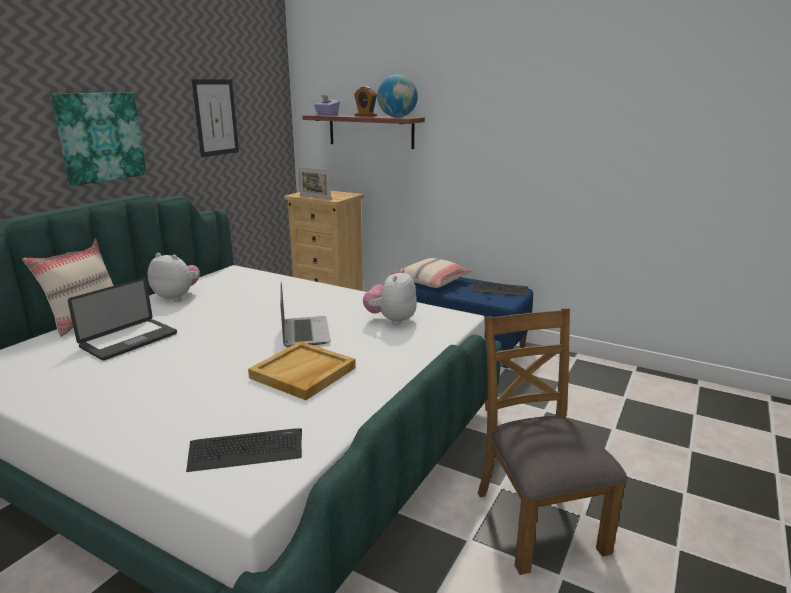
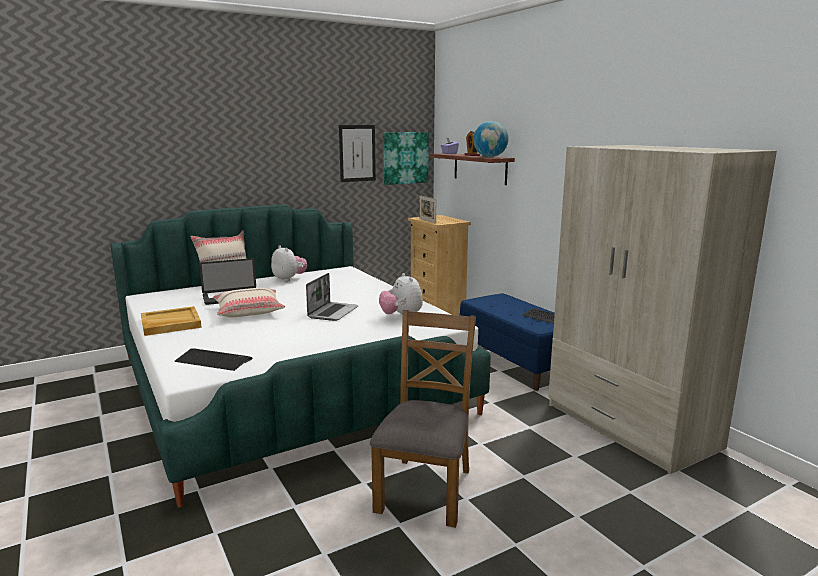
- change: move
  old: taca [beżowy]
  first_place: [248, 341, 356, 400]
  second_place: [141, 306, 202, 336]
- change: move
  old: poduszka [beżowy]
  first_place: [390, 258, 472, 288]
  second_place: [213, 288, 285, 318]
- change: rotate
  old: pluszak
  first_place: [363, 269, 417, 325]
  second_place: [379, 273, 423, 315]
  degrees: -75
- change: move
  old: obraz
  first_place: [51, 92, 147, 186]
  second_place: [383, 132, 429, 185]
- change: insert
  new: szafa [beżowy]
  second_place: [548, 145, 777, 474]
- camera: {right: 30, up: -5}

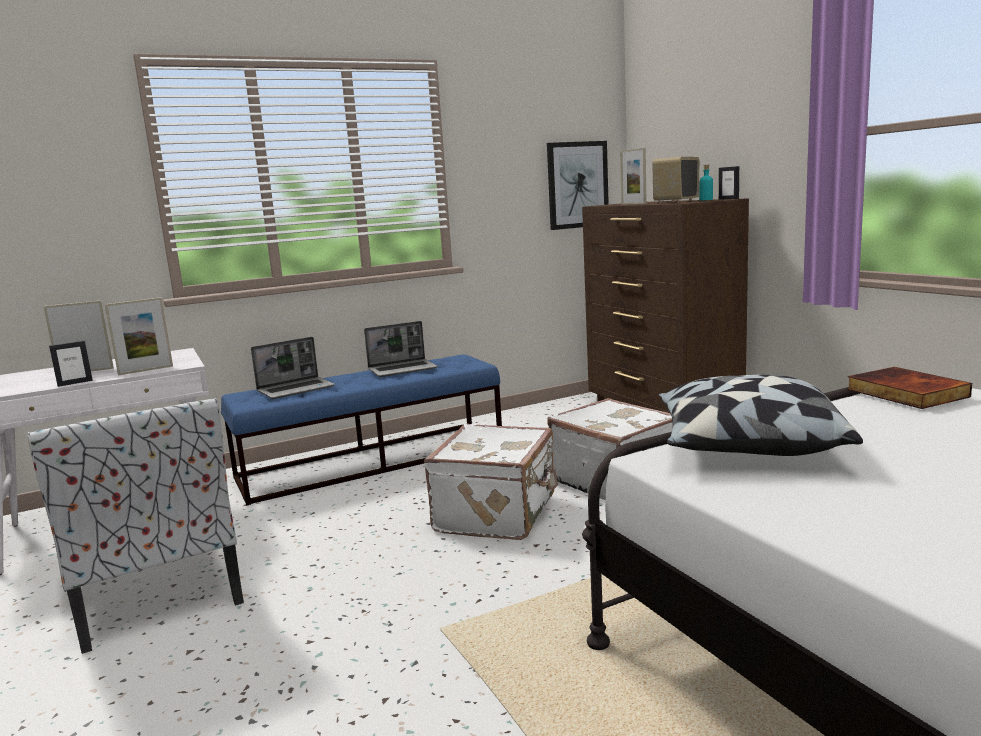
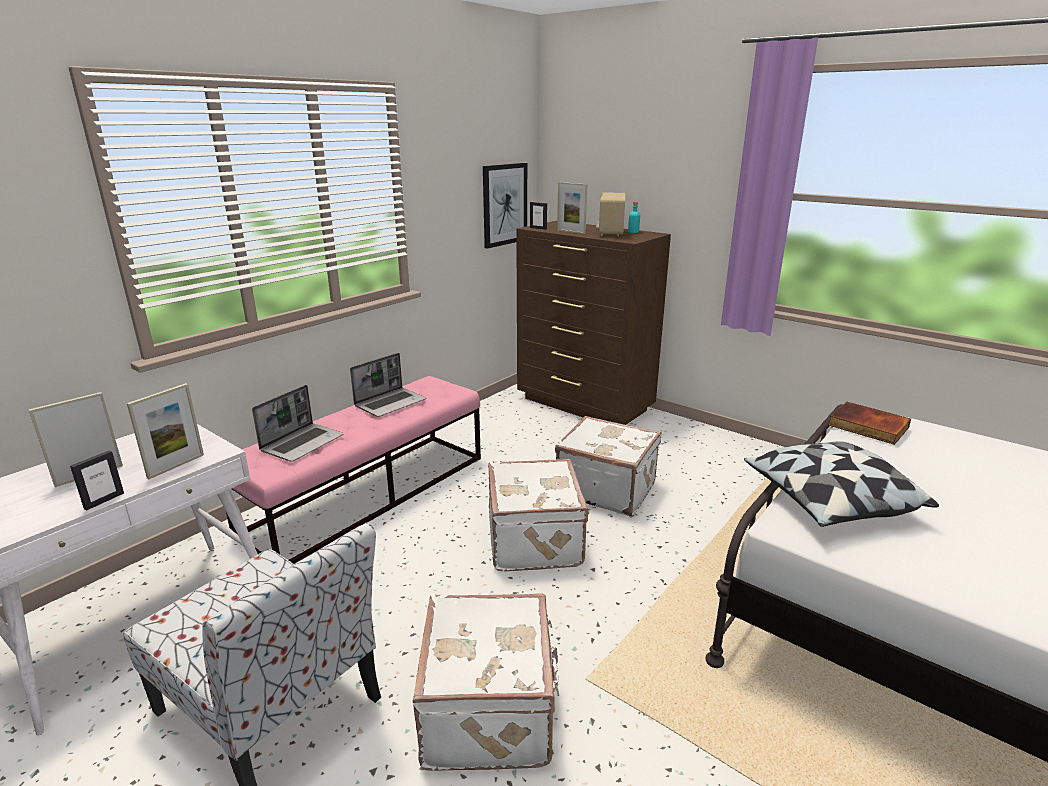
- change: recolor
  old: ławka [niebieski]
  new: ławka [różowy]
  first_place: [221, 354, 502, 505]
  second_place: [226, 376, 481, 564]
- change: insert
  new: walizka [biały]
  second_place: [413, 593, 559, 771]
- change: move
  old: ramka na zdjęcie
  first_place: [719, 166, 739, 200]
  second_place: [530, 202, 547, 230]
- camera: {right: -25, up: 10}

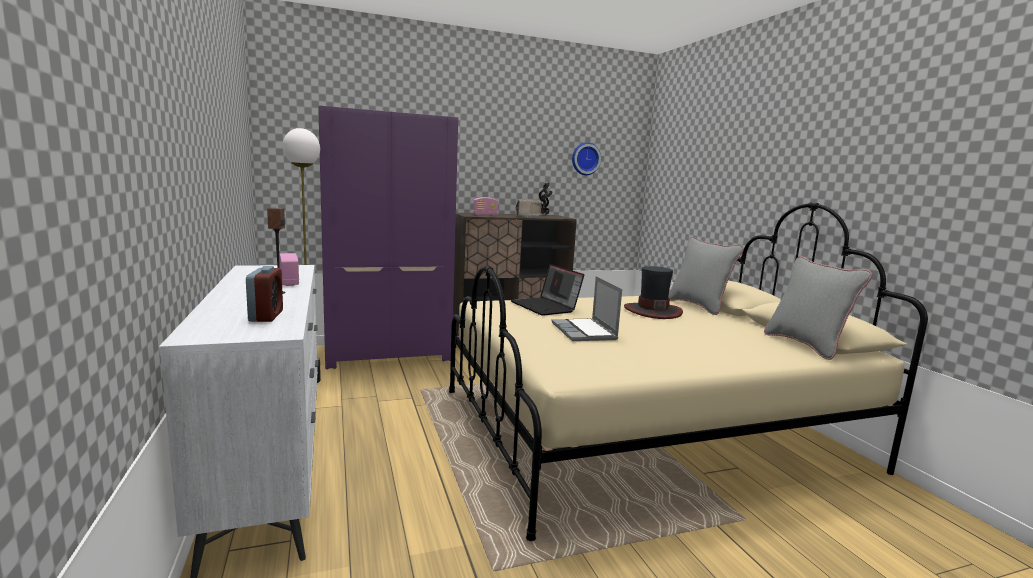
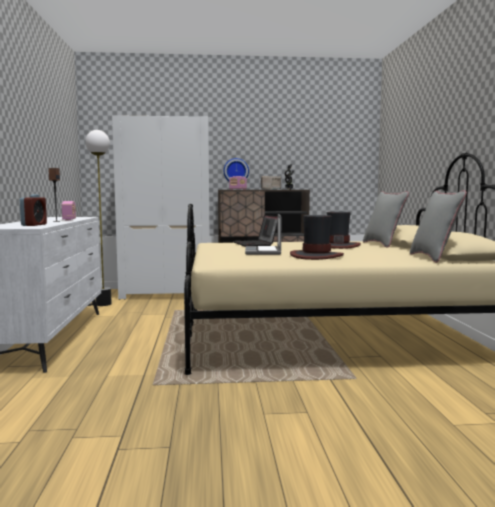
- change: recolor
  old: szafa [fioletowy]
  new: szafa [biały]
  first_place: [318, 105, 458, 369]
  second_place: [112, 115, 210, 300]
- change: move
  old: zegar ścienny
  first_place: [572, 142, 601, 175]
  second_place: [224, 158, 249, 181]
- change: insert
  new: kapelusz
  second_place: [290, 215, 344, 260]
- camera: {right: 15, up: -5}

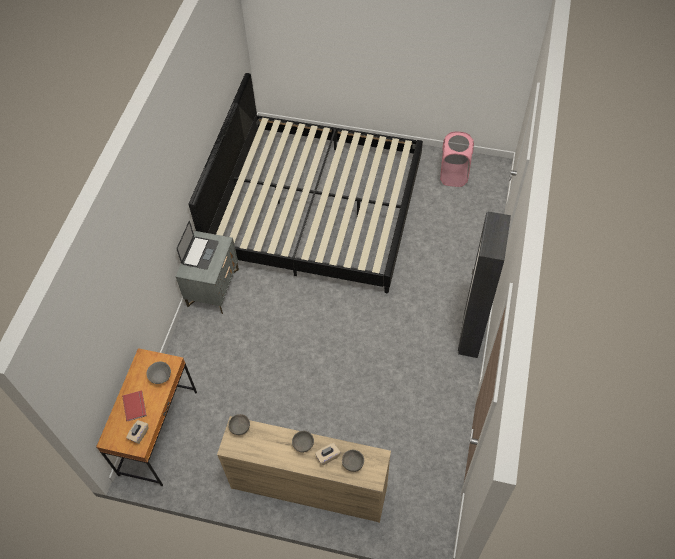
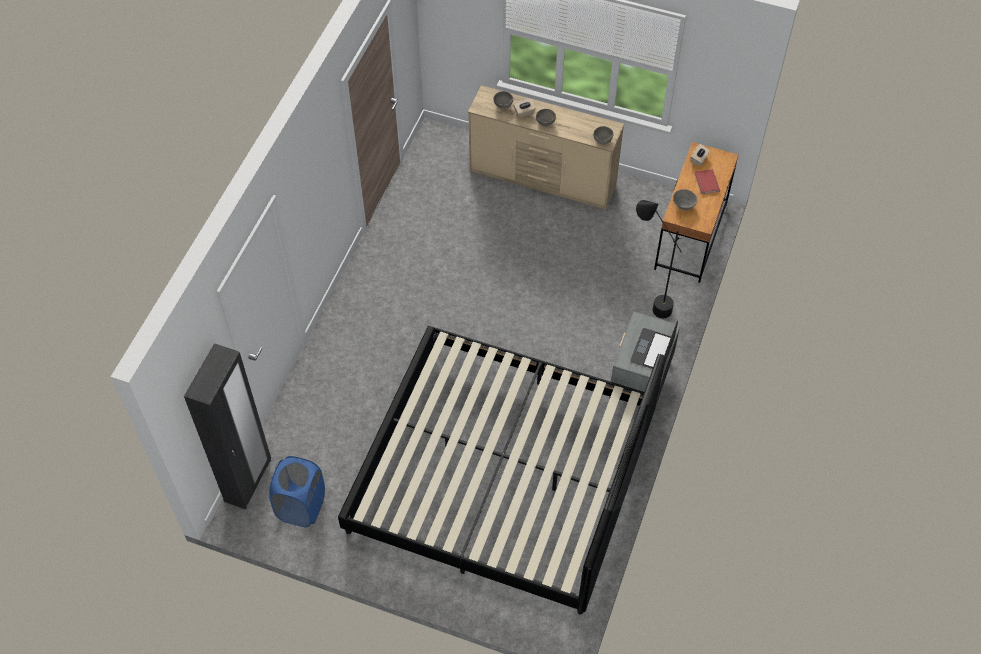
- change: move
  old: szafa [czarny]
  first_place: [458, 212, 511, 358]
  second_place: [184, 343, 271, 509]
- change: recolor
  old: kosz na pranie [różowy]
  new: kosz na pranie [niebieski]
  first_place: [440, 131, 474, 187]
  second_place: [269, 456, 325, 527]
- change: insert
  new: lampa stojąca [czarny]
  second_place: [636, 200, 681, 318]
- camera: {right: -175, up: 0}

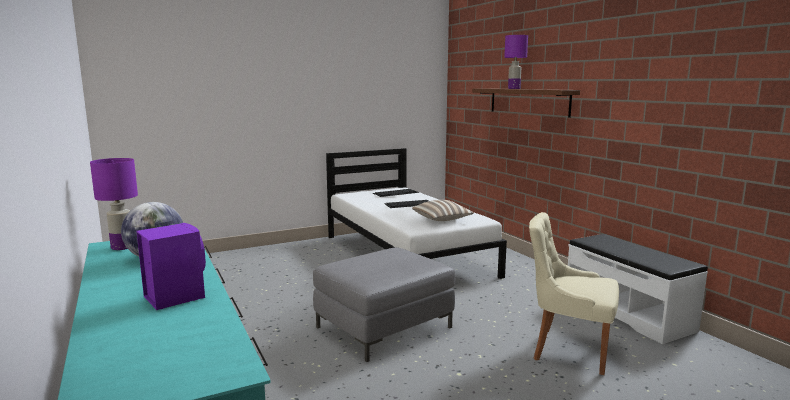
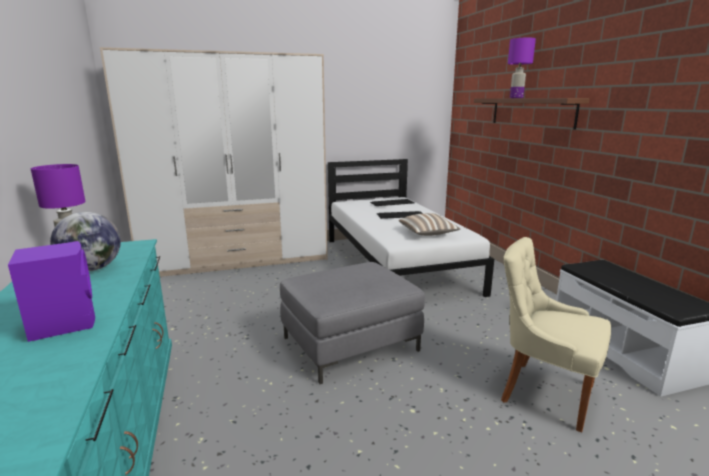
- change: insert
  new: szafa
  second_place: [100, 47, 328, 277]
- camera: {right: 10, up: 5}

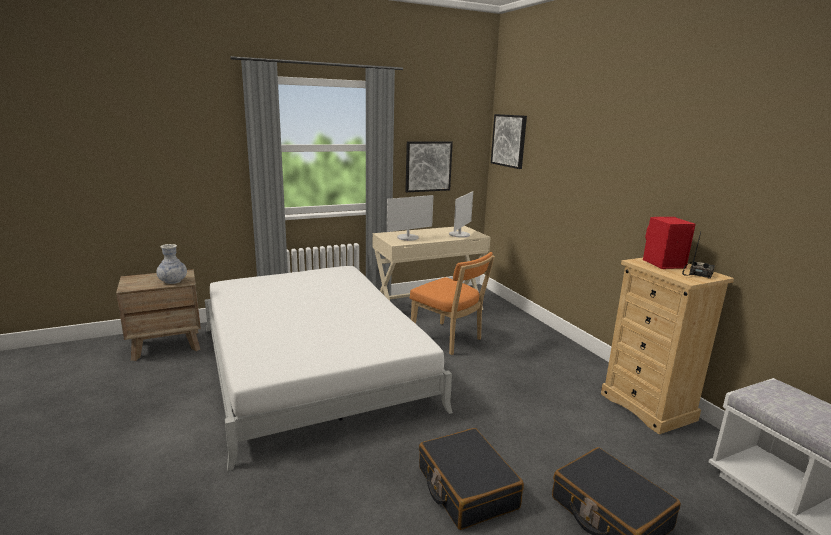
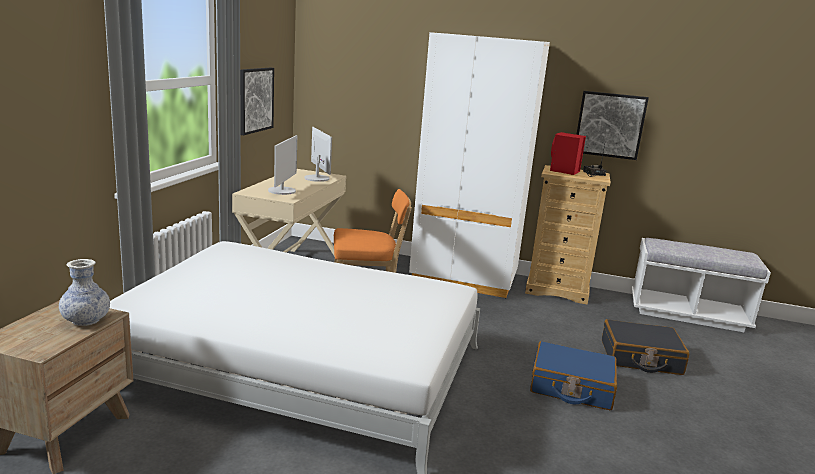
- change: insert
  new: szafa [biały]
  second_place: [409, 32, 550, 298]
- change: recolor
  old: walizka [czarny]
  new: walizka [niebieski]
  first_place: [419, 428, 524, 530]
  second_place: [530, 341, 617, 410]
- change: move
  old: obraz
  first_place: [491, 114, 527, 169]
  second_place: [576, 91, 649, 160]
- camera: {right: -50, up: 0}

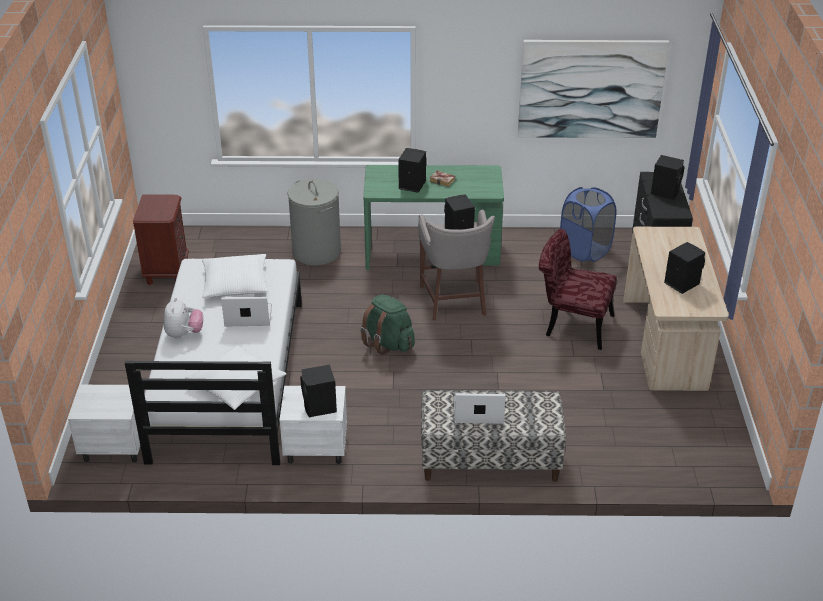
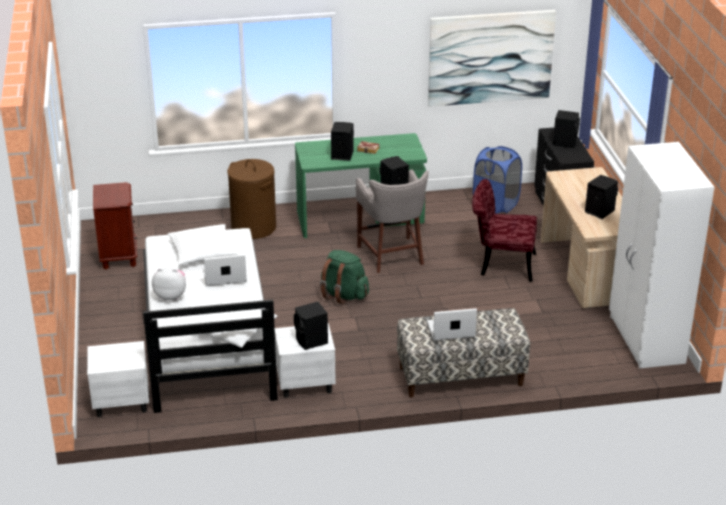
- change: rotate
  old: pluszak
  first_place: [164, 297, 203, 339]
  second_place: [152, 268, 186, 301]
  degrees: -75
- change: recolor
  old: kosz na pranie [szary]
  new: kosz na pranie [brązowy]
  first_place: [287, 179, 341, 265]
  second_place: [227, 159, 276, 239]
- change: insert
  new: szafa [biały]
  second_place: [609, 142, 714, 369]
- camera: {right: -10, up: -5}

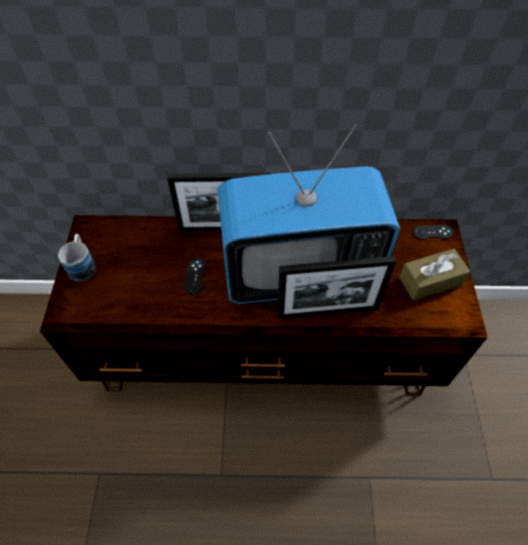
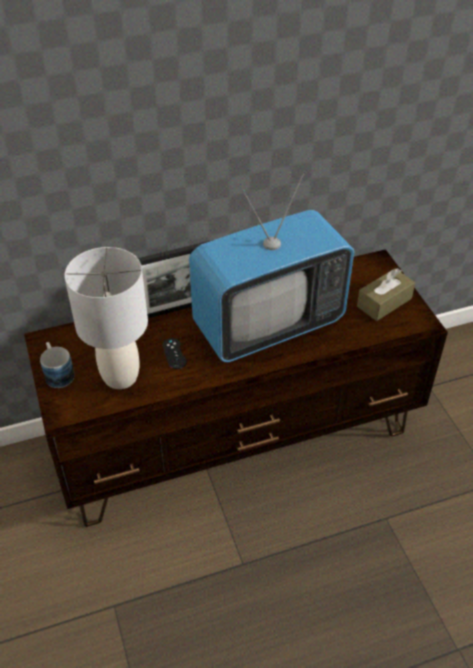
- change: insert
  new: lampa stołowa [szary]
  second_place: [65, 247, 148, 389]
- change: delete
  old: ramka na zdjęcie
  first_place: [277, 256, 397, 319]
- change: delete
  old: pad do gier [czarny]
  first_place: [413, 225, 453, 240]
- camera: {right: -20, up: -10}

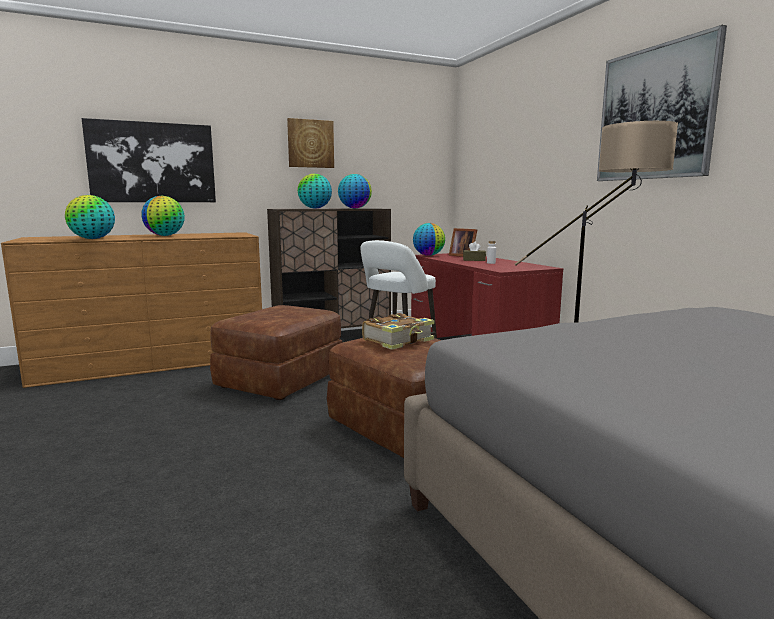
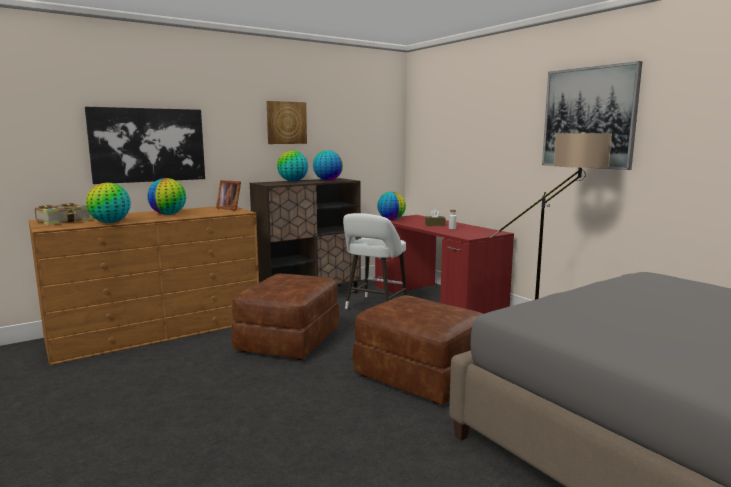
- change: move
  old: książka
  first_place: [362, 313, 434, 350]
  second_place: [35, 203, 93, 225]
- change: move
  old: ramka na zdjęcie
  first_place: [449, 228, 477, 257]
  second_place: [216, 180, 241, 211]
- camera: {right: -10, up: 0}

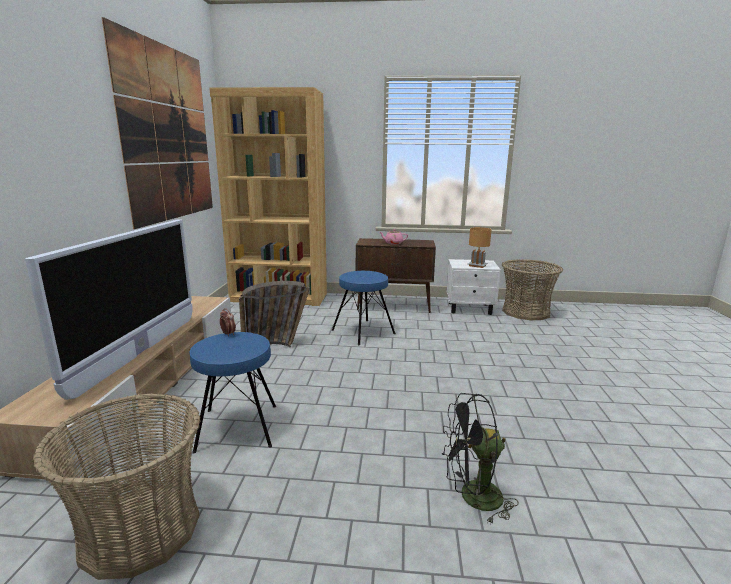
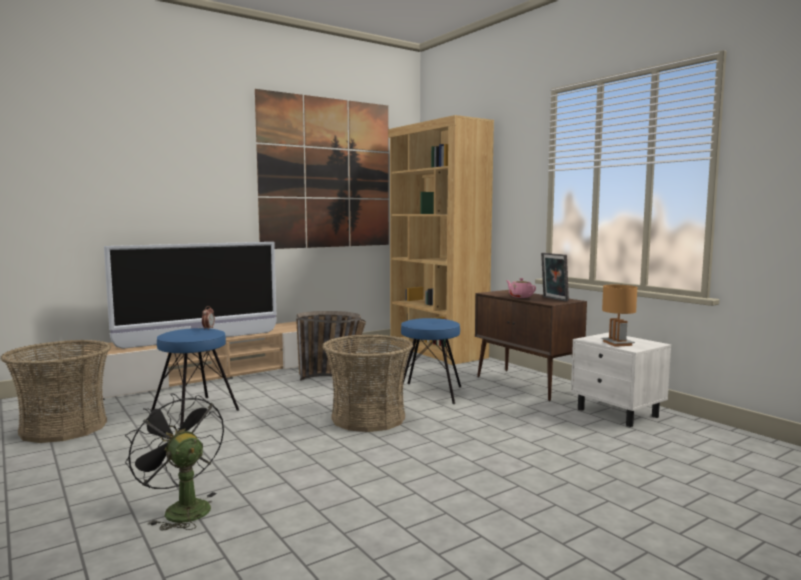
- change: move
  old: koszyk
  first_place: [502, 259, 563, 320]
  second_place: [322, 334, 414, 432]
- change: insert
  new: ramka na zdjęcie
  second_place: [541, 253, 569, 301]
- camera: {right: 50, up: -10}

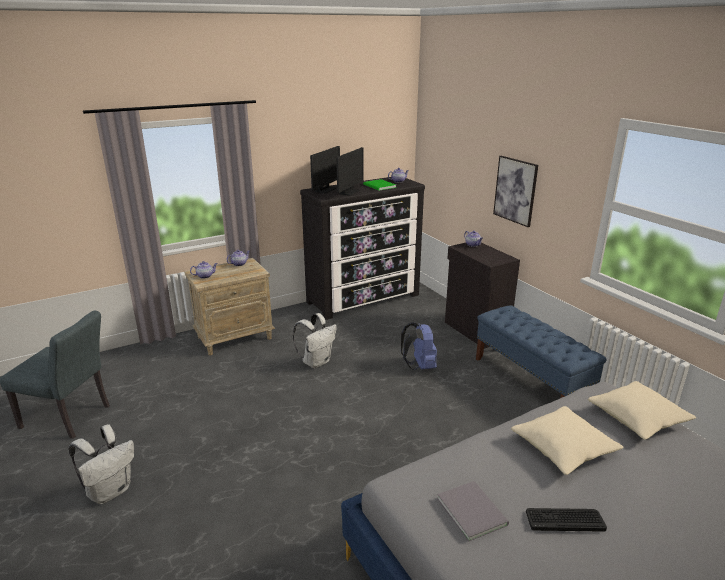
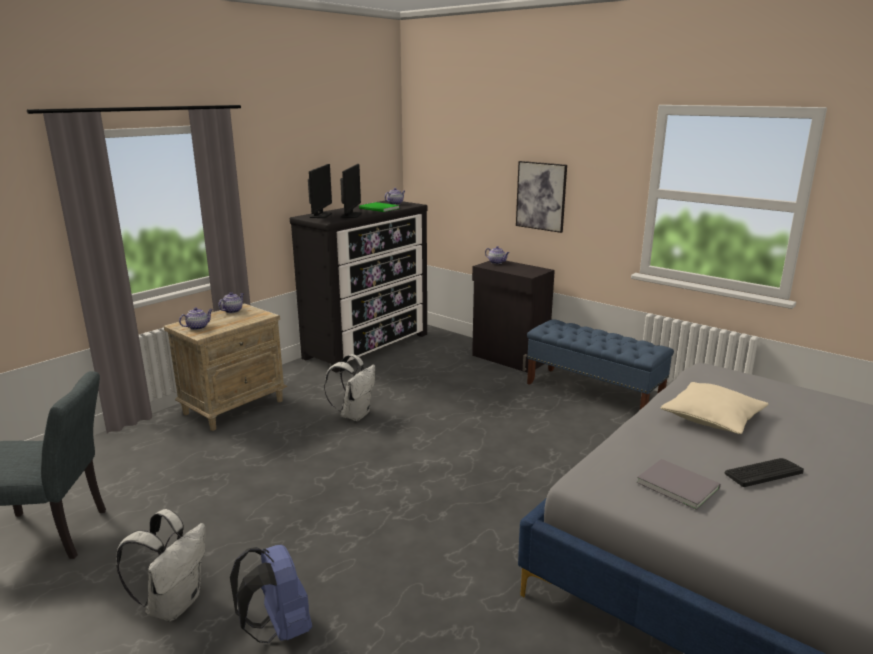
- change: move
  old: plecak [niebieski]
  first_place: [401, 322, 437, 370]
  second_place: [230, 545, 312, 643]
- change: delete
  old: poduszka [beżowy]
  first_place: [588, 381, 696, 440]
- camera: {right: -20, up: -5}

